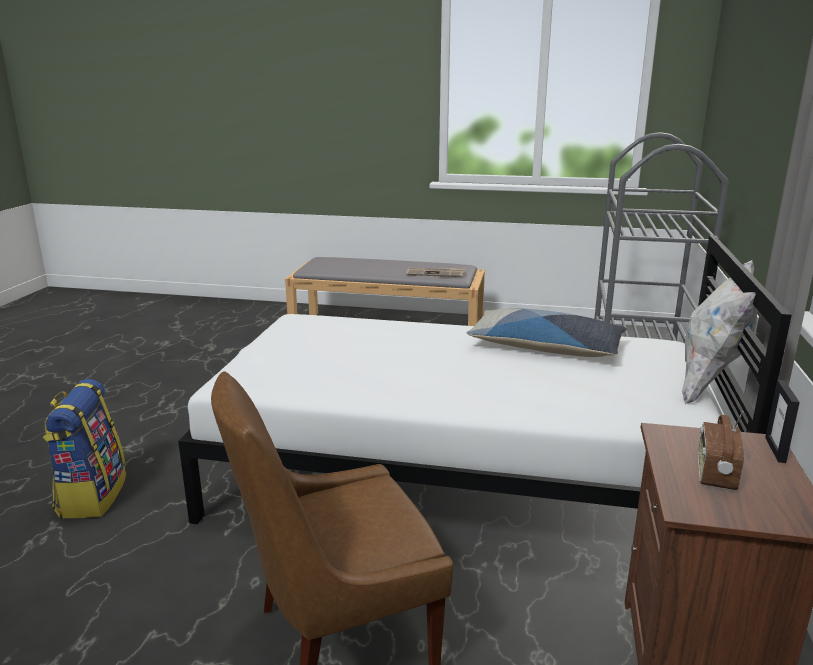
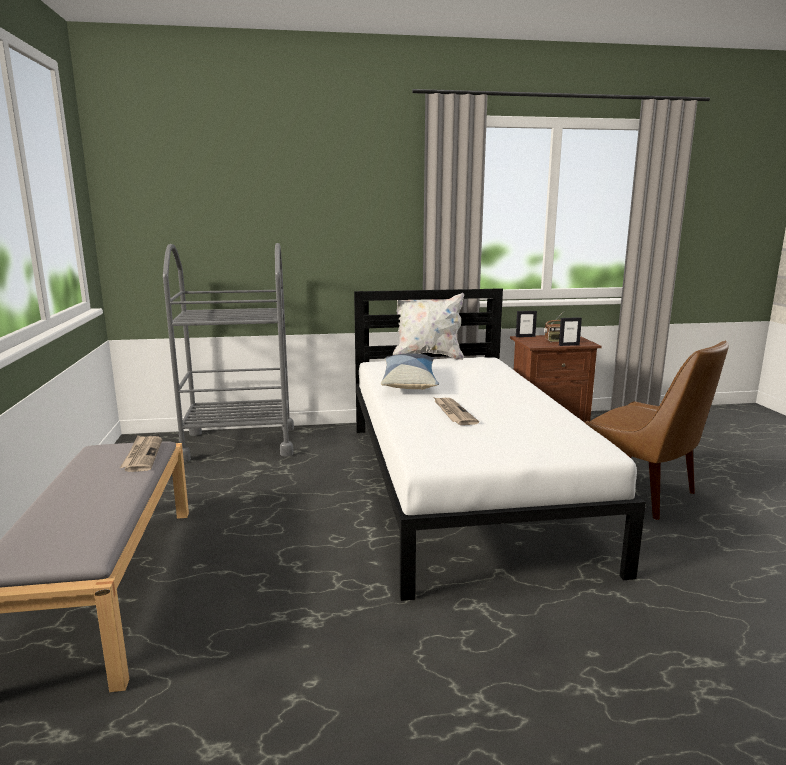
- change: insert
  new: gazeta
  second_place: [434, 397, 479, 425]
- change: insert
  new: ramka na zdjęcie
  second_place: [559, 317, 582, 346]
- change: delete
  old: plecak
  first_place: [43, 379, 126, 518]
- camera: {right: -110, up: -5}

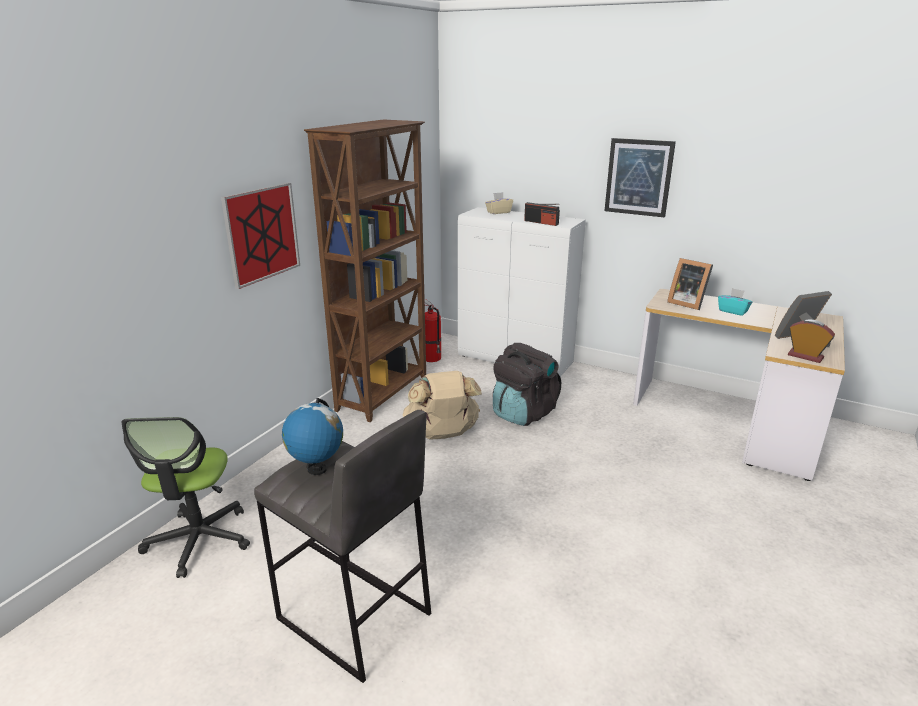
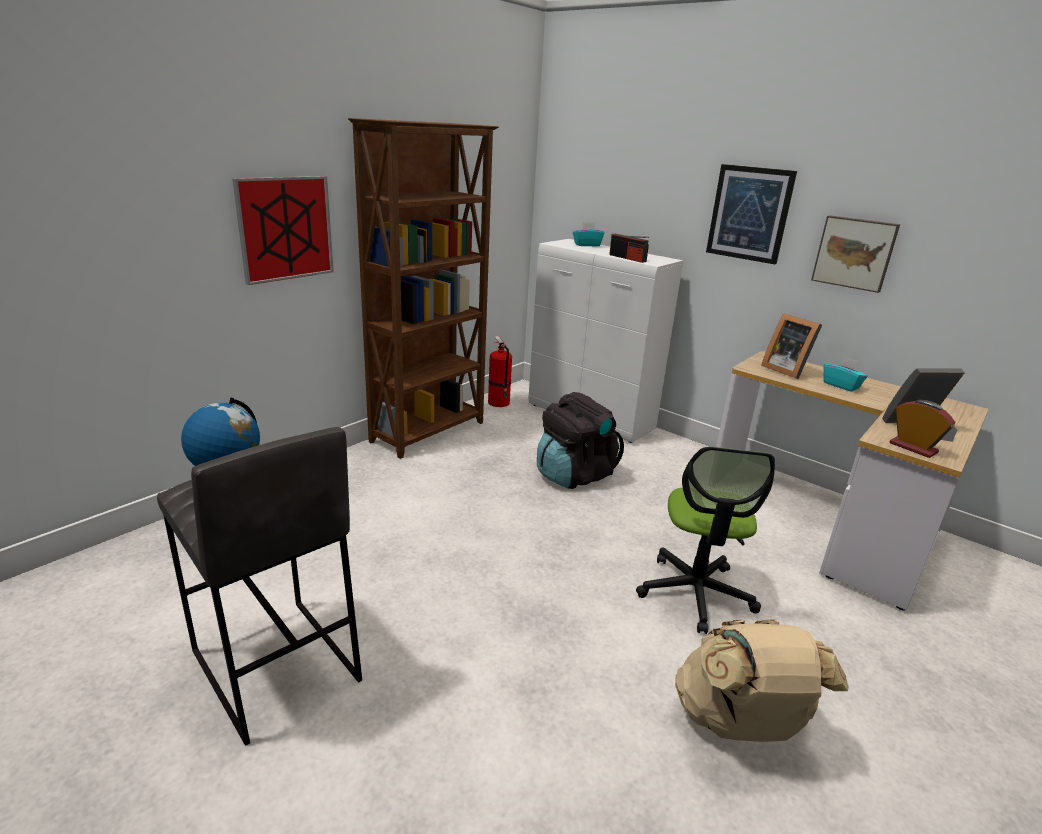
- change: recolor
  old: pudełko chusteczek [beżowy]
  new: pudełko chusteczek [turkusowy]
  first_place: [485, 192, 513, 214]
  second_place: [573, 222, 605, 247]
- change: move
  old: krzesło biurowe
  first_place: [121, 417, 250, 578]
  second_place: [636, 447, 775, 634]
- change: move
  old: plecak [beżowy]
  first_place: [403, 371, 482, 439]
  second_place: [675, 620, 848, 742]
- change: insert
  new: obraz
  second_place: [811, 215, 900, 293]
- camera: {right: 10, up: 0}

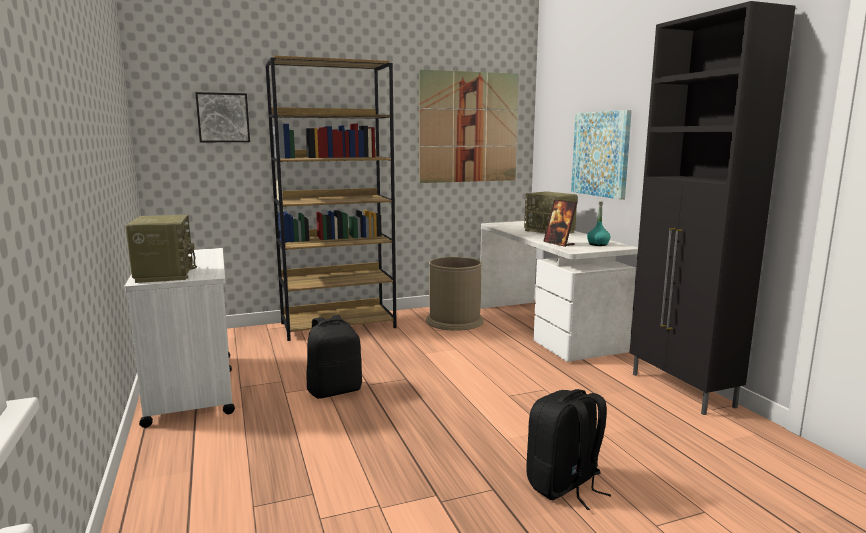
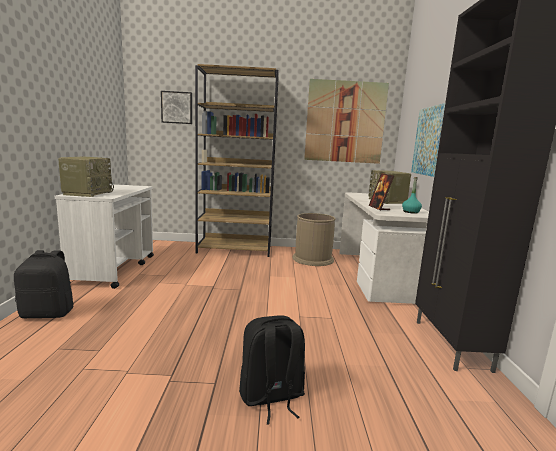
- change: move
  old: plecak [czarny]
  first_place: [306, 315, 362, 399]
  second_place: [14, 250, 74, 318]
- camera: {right: 20, up: 0}

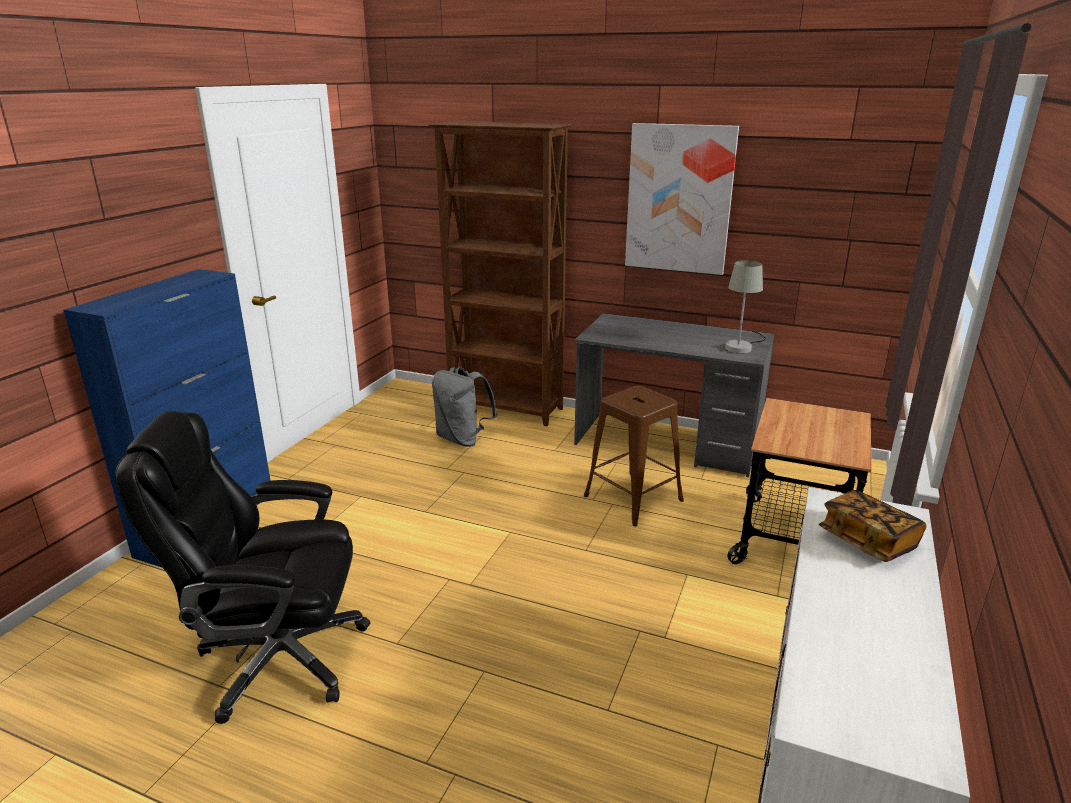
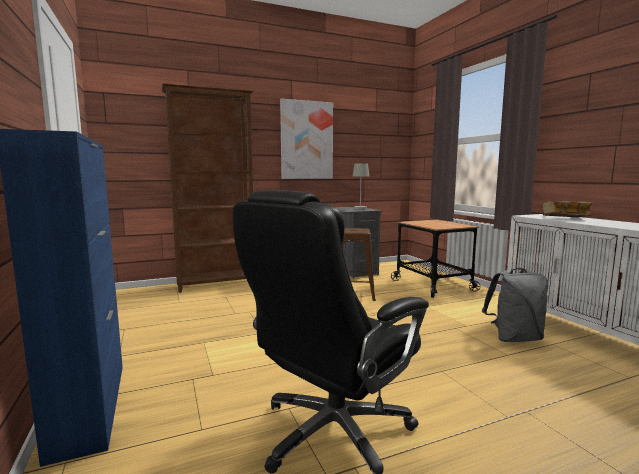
- change: move
  old: plecak [szary]
  first_place: [432, 367, 497, 447]
  second_place: [482, 268, 548, 342]
- camera: {right: -45, up: -15}

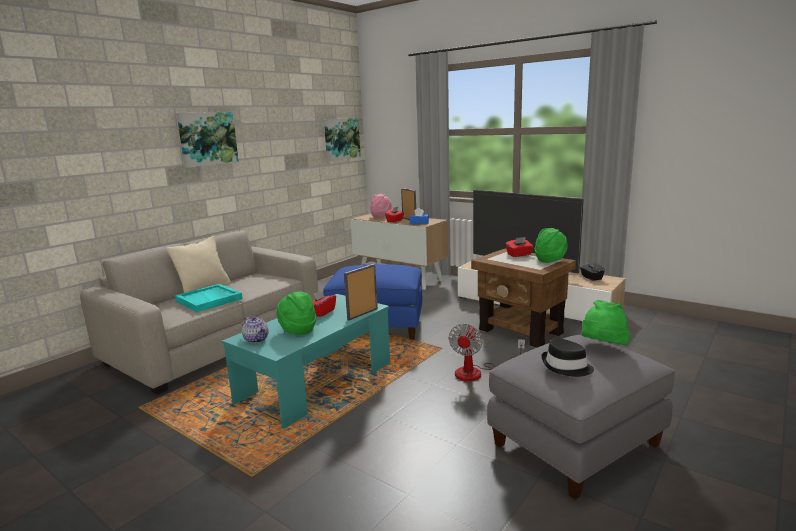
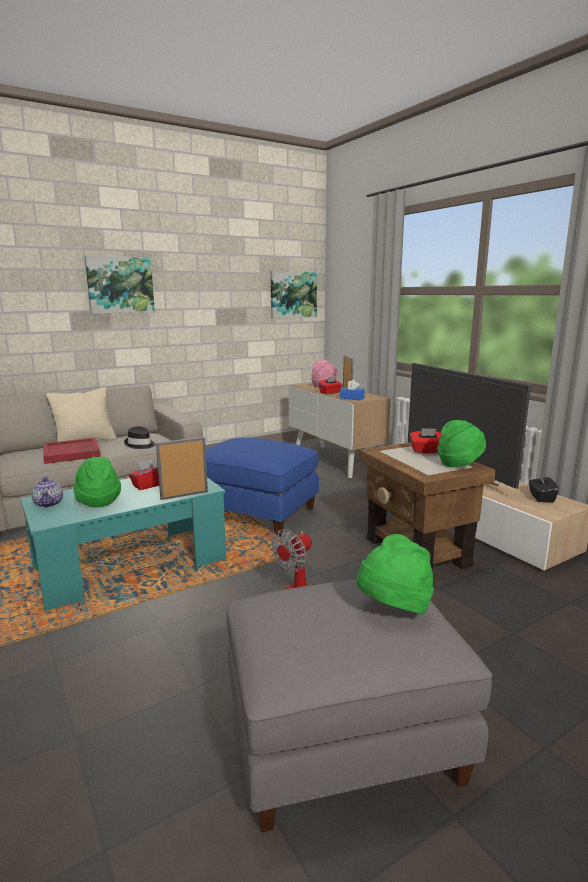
- change: recolor
  old: taca [turkusowy]
  new: taca [czerwony]
  first_place: [175, 284, 243, 312]
  second_place: [43, 438, 101, 464]
- change: move
  old: kapelusz [czarny]
  first_place: [541, 338, 594, 377]
  second_place: [124, 426, 156, 449]
- camera: {right: 20, up: 0}

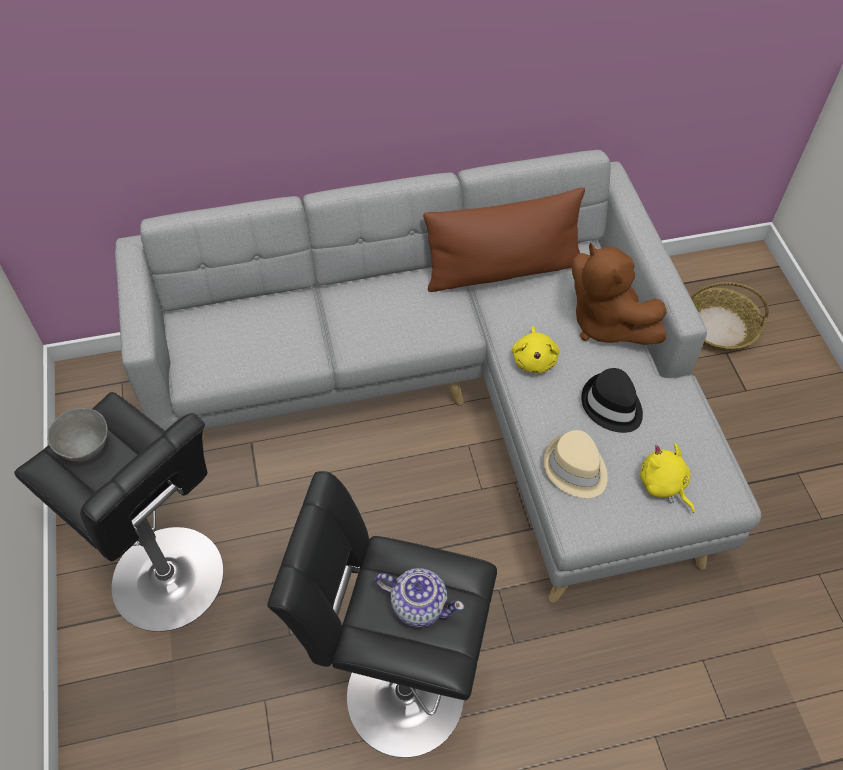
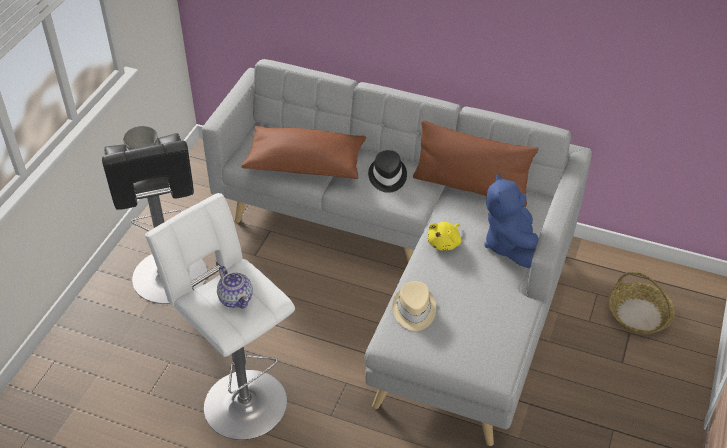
- change: recolor
  old: stołek [czarny]
  new: stołek [biały]
  first_place: [267, 471, 497, 758]
  second_place: [145, 193, 295, 440]
- change: insert
  new: poduszka [brązowy]
  second_place: [241, 126, 366, 179]
- change: move
  old: kapelusz [czarny]
  first_place: [581, 368, 643, 433]
  second_place: [368, 150, 407, 193]
- change: recolor
  old: pluszak [brązowy]
  new: pluszak [niebieski]
  first_place: [571, 243, 667, 345]
  second_place: [484, 173, 539, 269]
- change: delete
  old: pluszak [żółty]
  first_place: [640, 444, 695, 513]
- camera: {right: 35, up: -10}

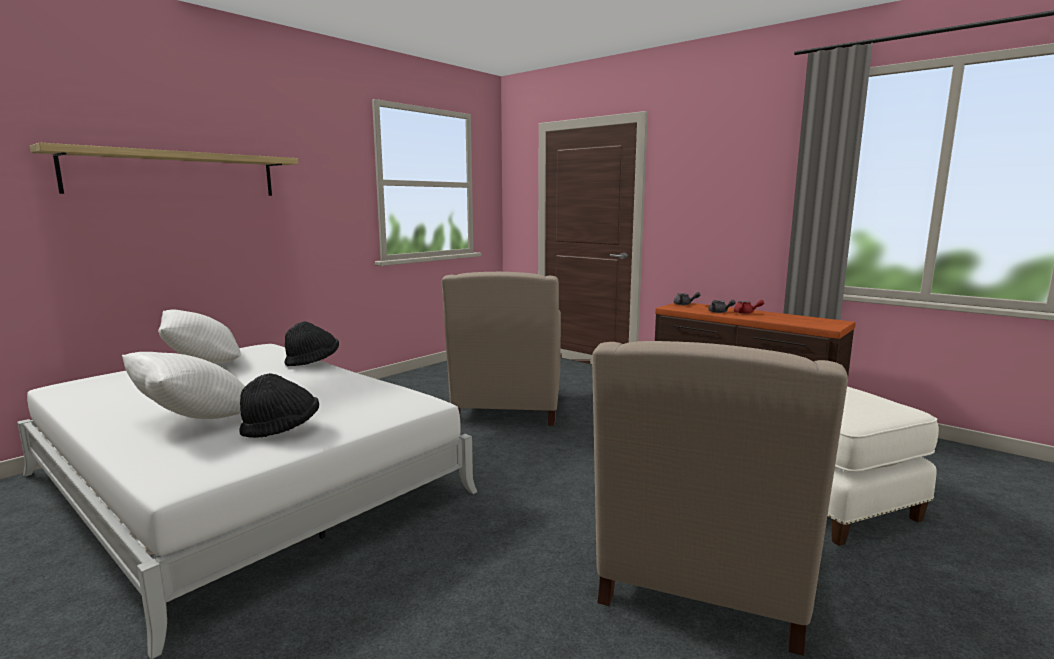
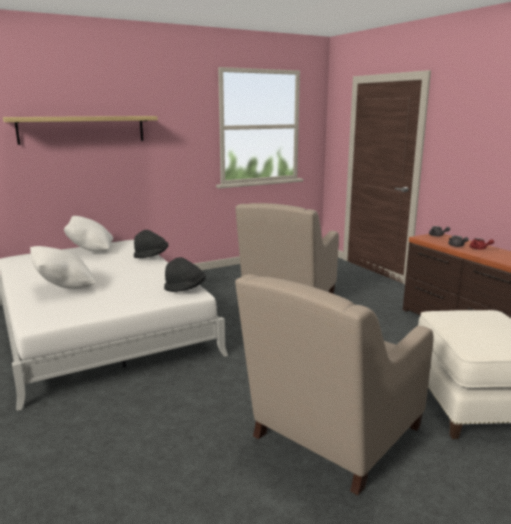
- change: move
  old: kapelusz [czarny]
  first_place: [239, 373, 319, 438]
  second_place: [164, 257, 206, 292]
- camera: {right: 20, up: 5}

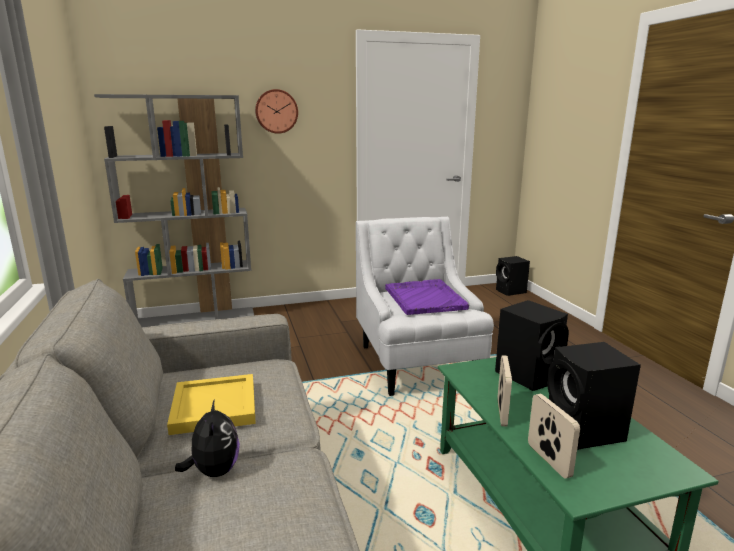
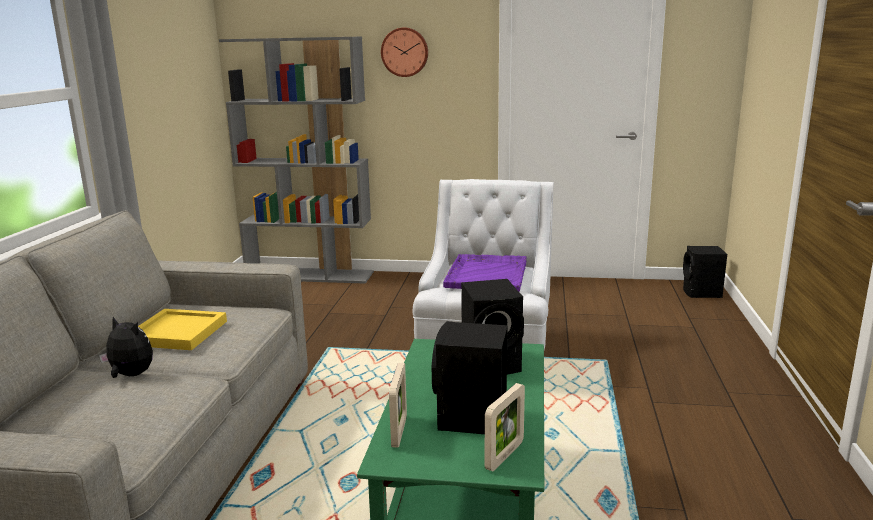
- change: rotate
  old: pluszak
  first_place: [175, 398, 240, 477]
  second_place: [99, 317, 153, 378]
  degrees: -75
- change: move
  old: ramka na zdjęcie
  first_place: [498, 355, 512, 427]
  second_place: [485, 383, 525, 471]
- camera: {right: 25, up: 0}

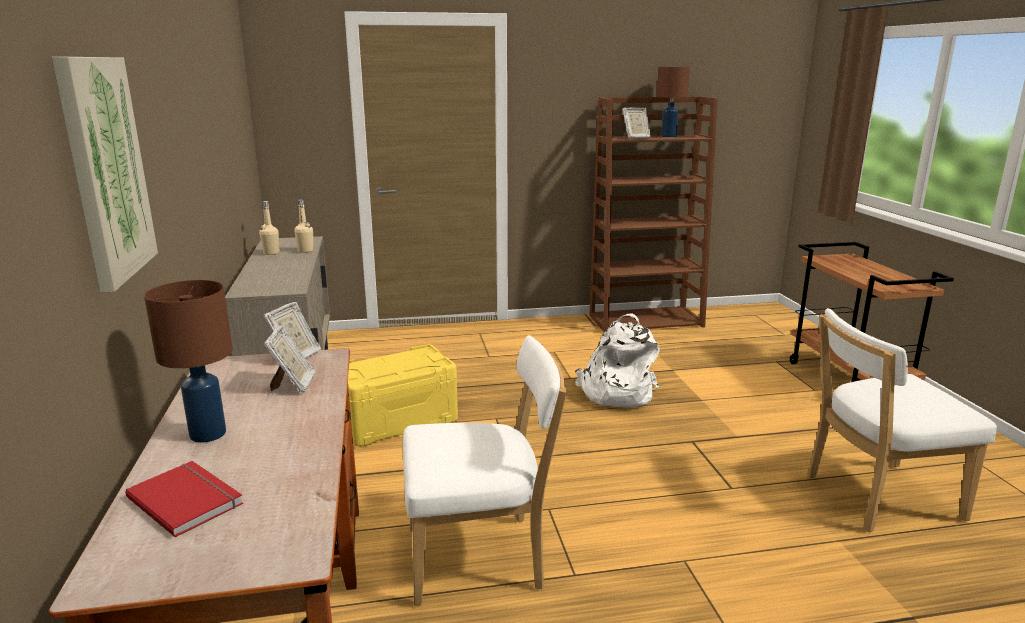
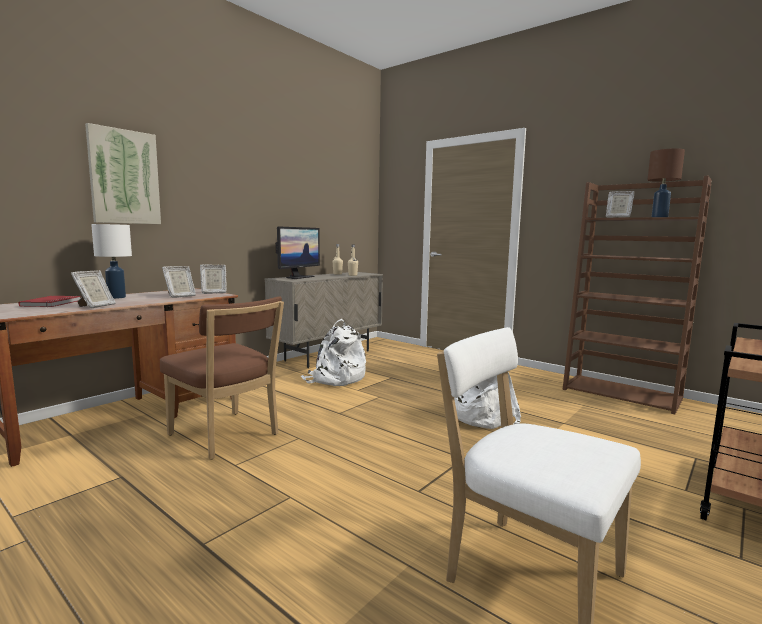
- change: insert
  new: ramka na zdjęcie
  second_place: [71, 270, 116, 308]
- change: recolor
  old: lampa stołowa [brązowy]
  new: lampa stołowa [biały]
  first_place: [144, 280, 233, 443]
  second_place: [91, 224, 132, 299]
- change: recolor
  old: krzesło [biały]
  new: krzesło [brązowy]
  first_place: [403, 335, 568, 606]
  second_place: [160, 296, 284, 460]
- change: insert
  new: monitor
  second_place: [275, 226, 320, 279]
- change: replace
  old: pojemnik do przechowywania [żółty]
  new: plecak [biały]
  first_place: [348, 344, 458, 446]
  second_place: [301, 319, 366, 386]
- camera: {right: 50, up: -10}

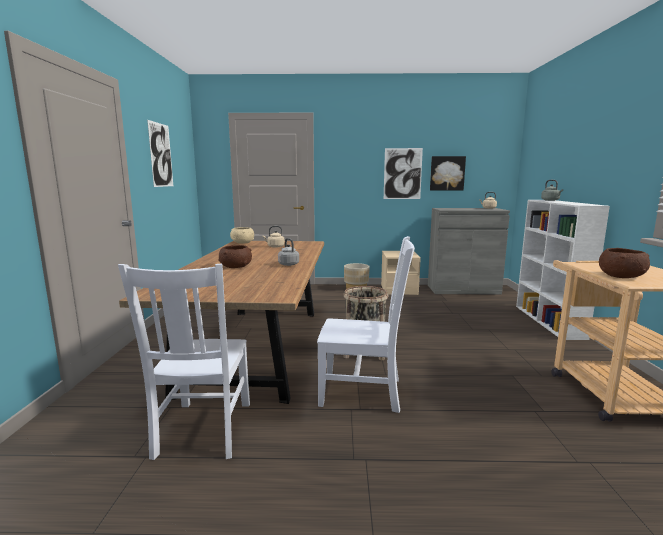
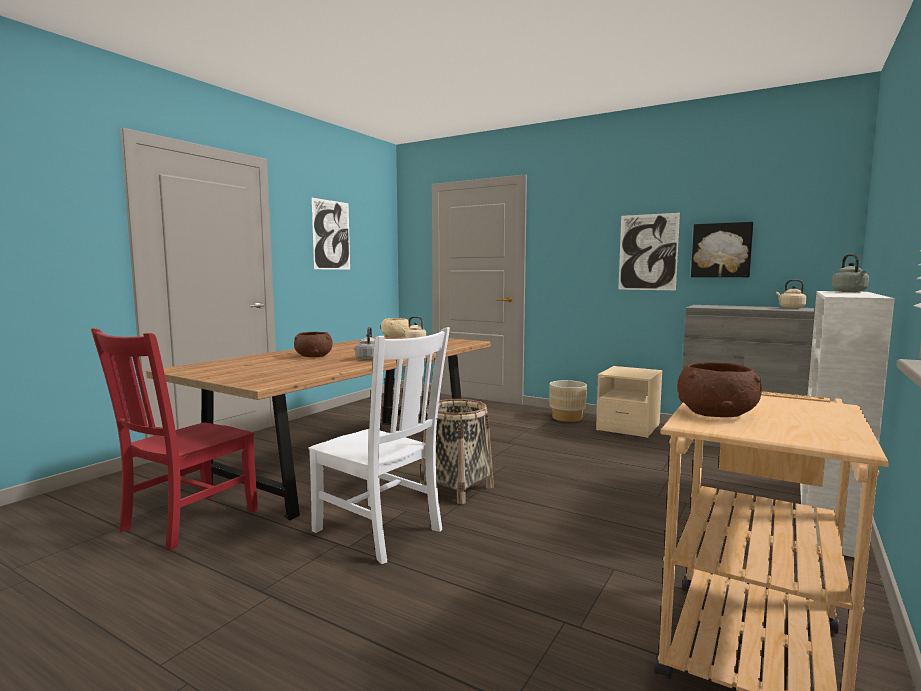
- change: recolor
  old: krzesło [biały]
  new: krzesło [czerwony]
  first_place: [118, 264, 250, 460]
  second_place: [91, 328, 258, 551]
- camera: {right: 30, up: -5}

